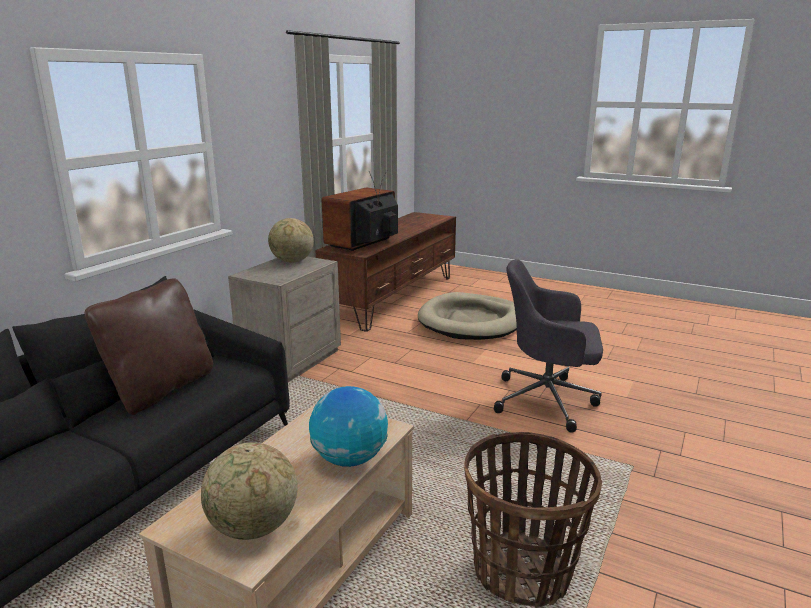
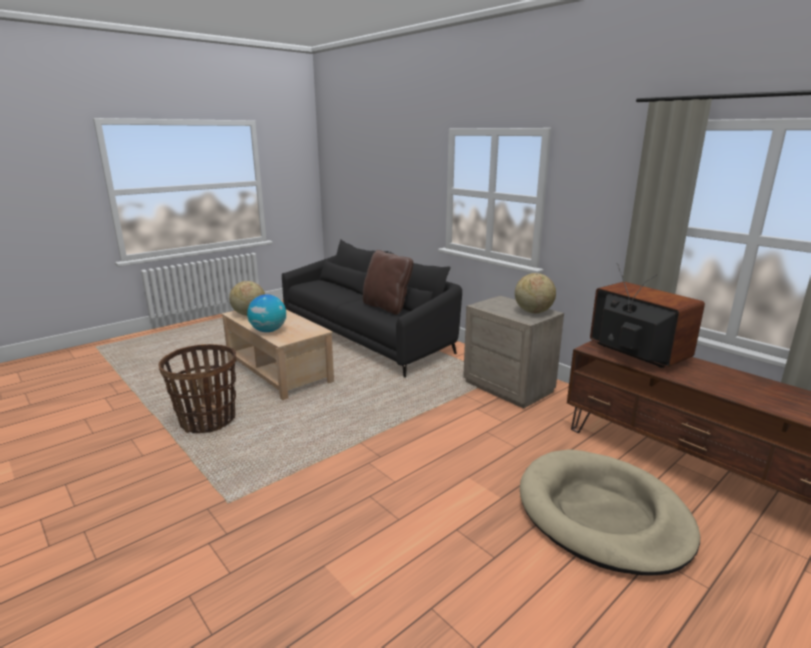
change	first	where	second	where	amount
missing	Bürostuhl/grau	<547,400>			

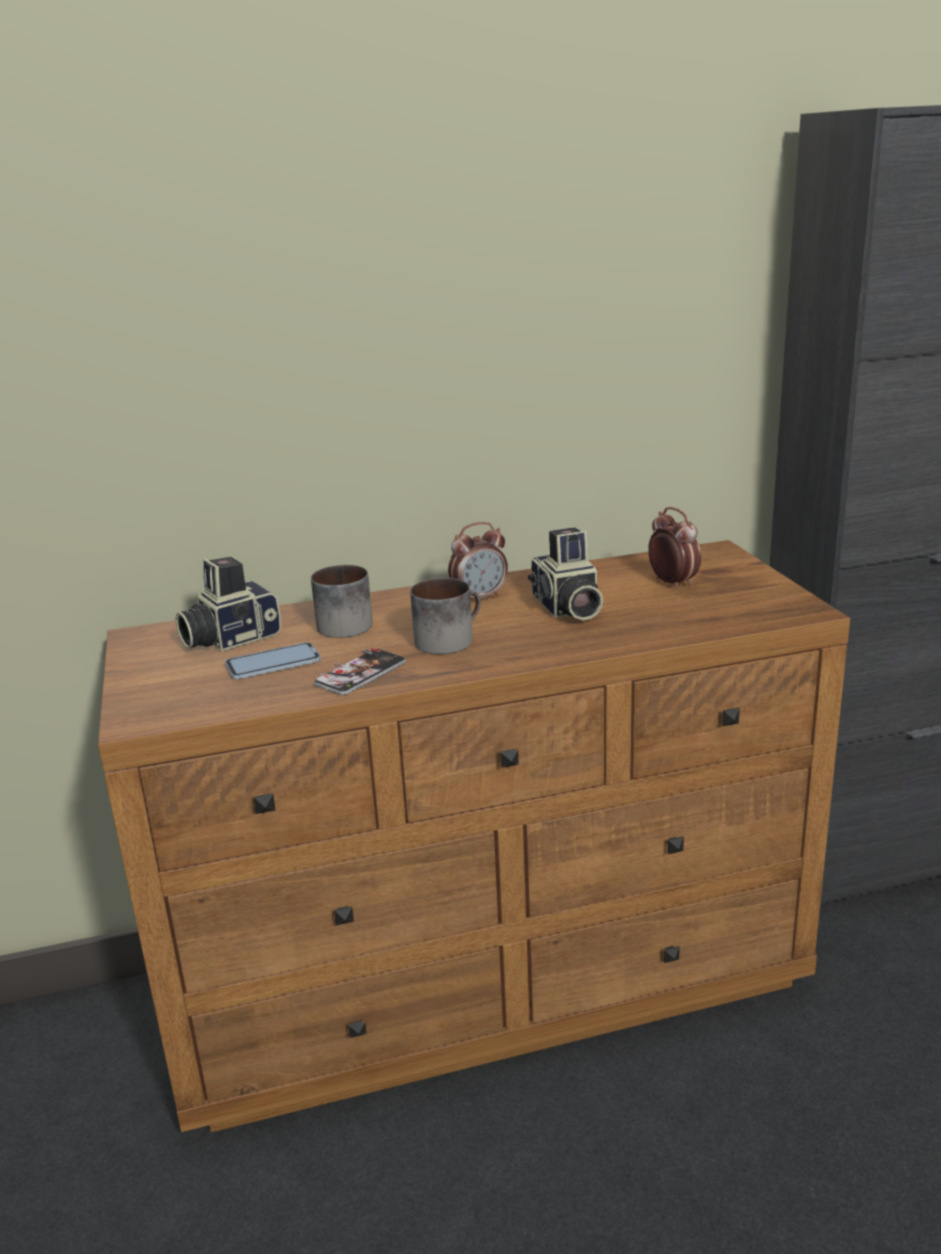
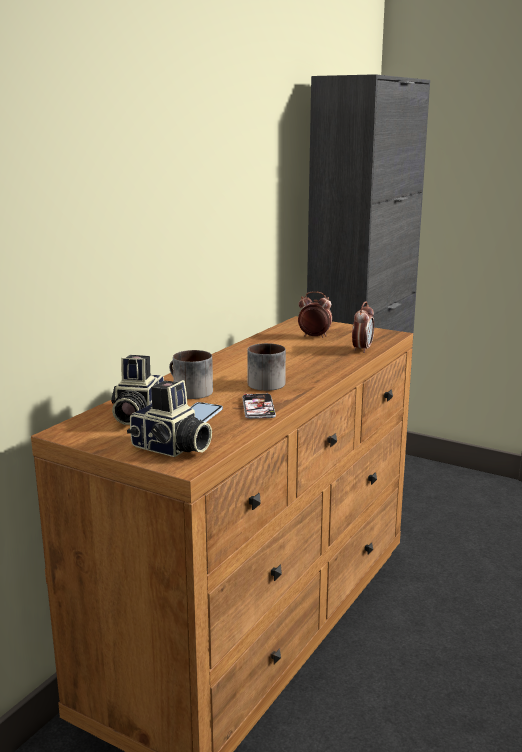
change	first	where	second	where	amount
relocated	Wecker	<479,598>		<362,349>	
relocated	Kamera	<566,608>		<171,448>	

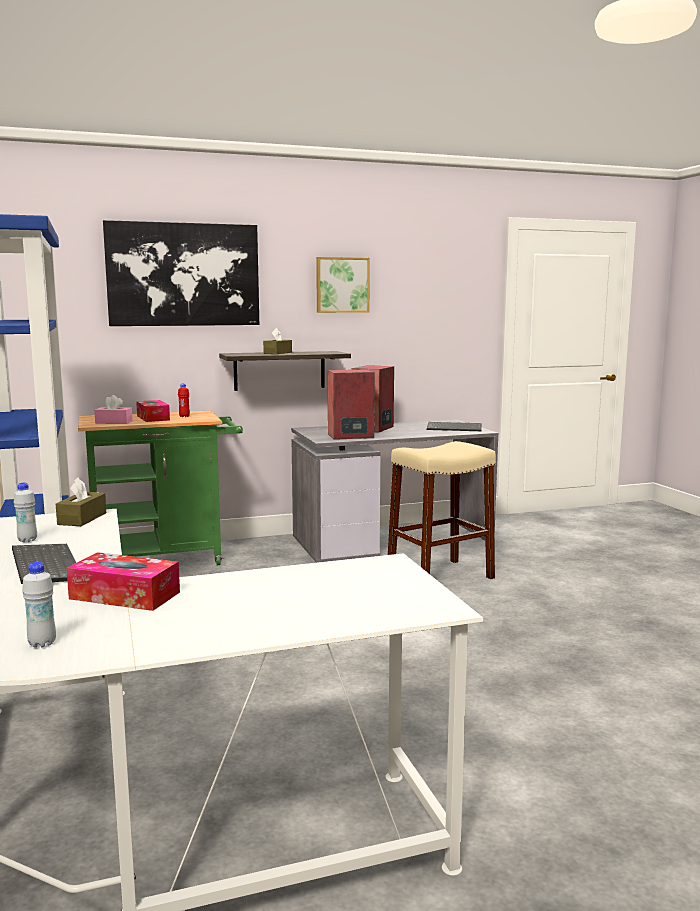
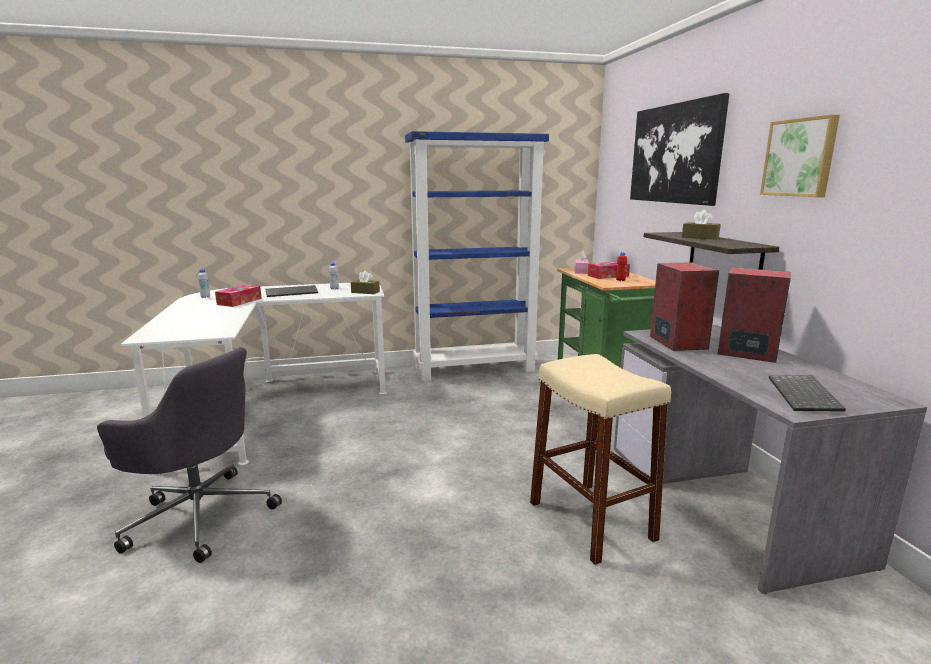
change	first	where	second	where	amount
appeared			Bürostuhl/grau	<200,515>	

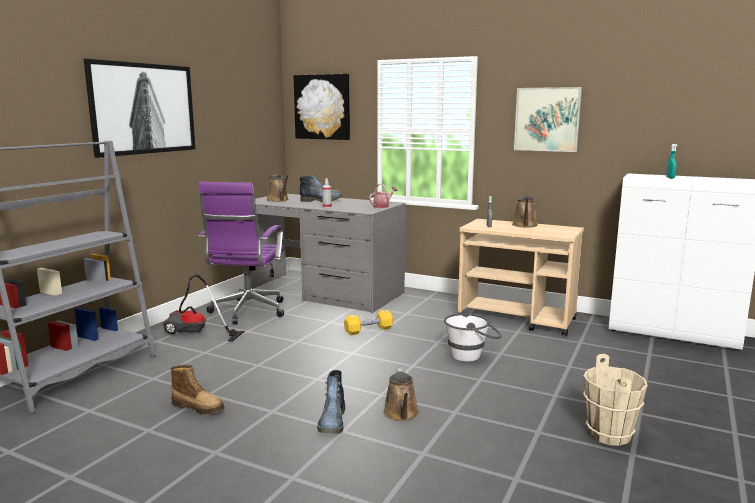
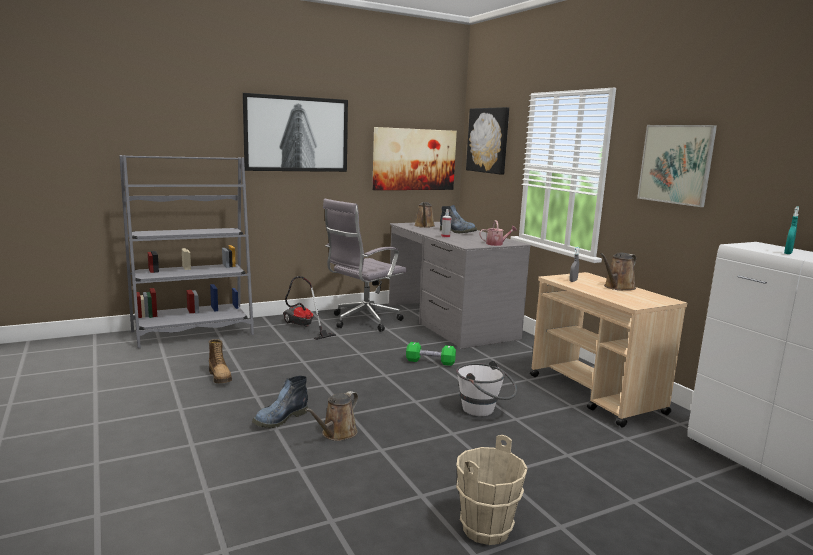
change	first	where	second	where	amount
appeared			Bild	<414,159>	
colour	Bürostuhl/lila	<247,312>	Bürostuhl/grau	<362,321>	
colour	Hantel/gelb	<368,330>	Hantel/grün	<430,362>	

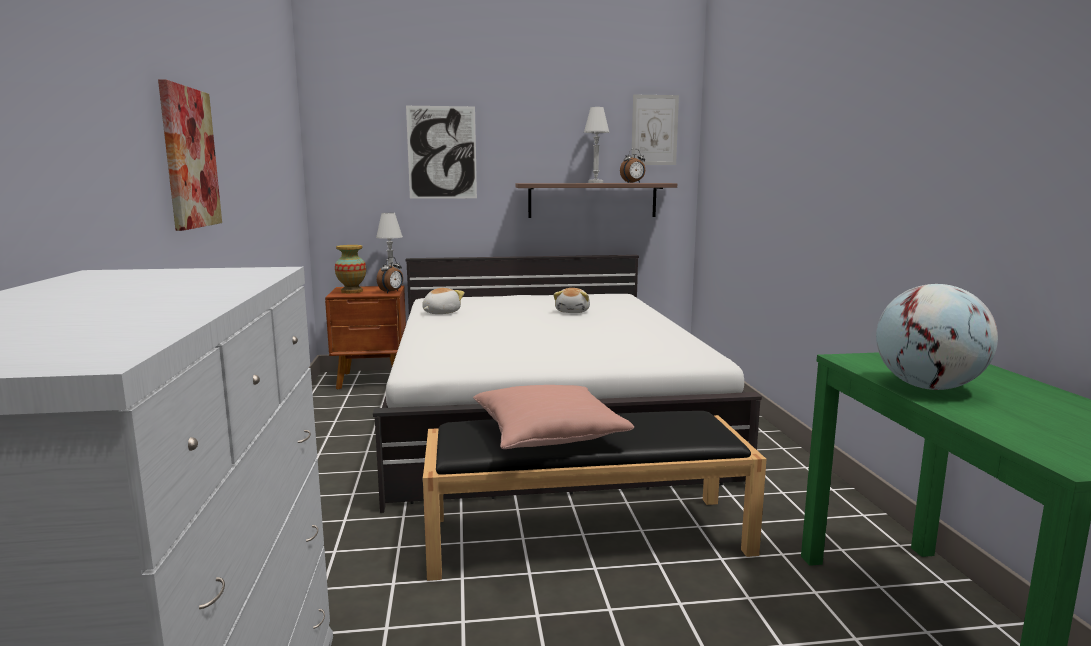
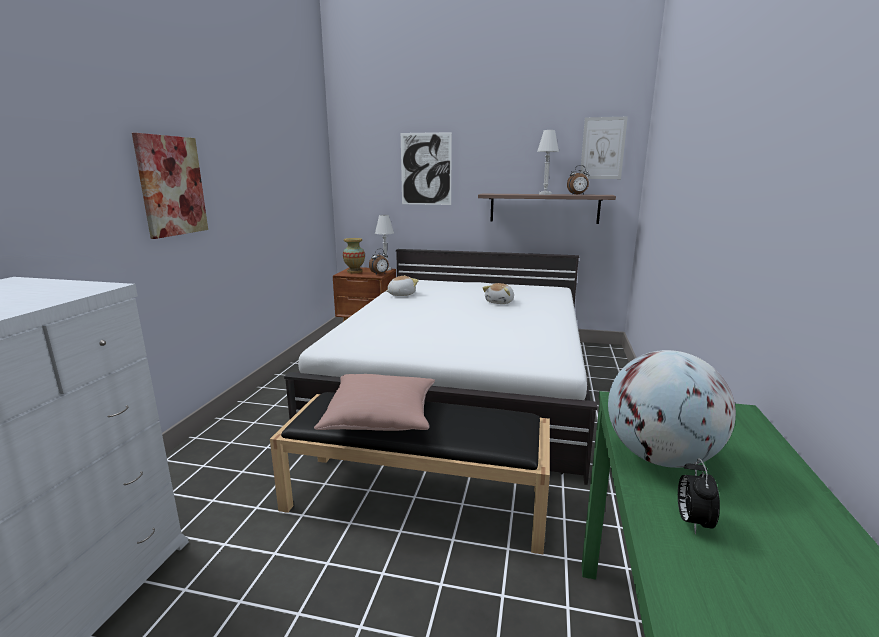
change	first	where	second	where	amount
appeared			Wecker	<692,522>	

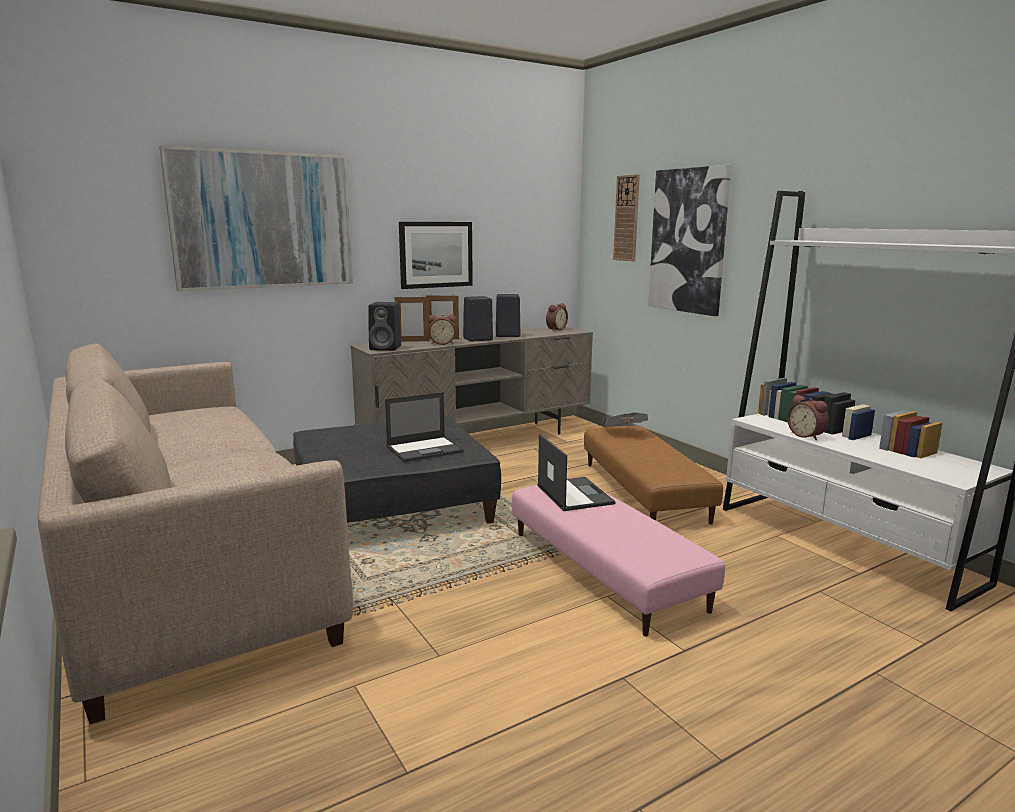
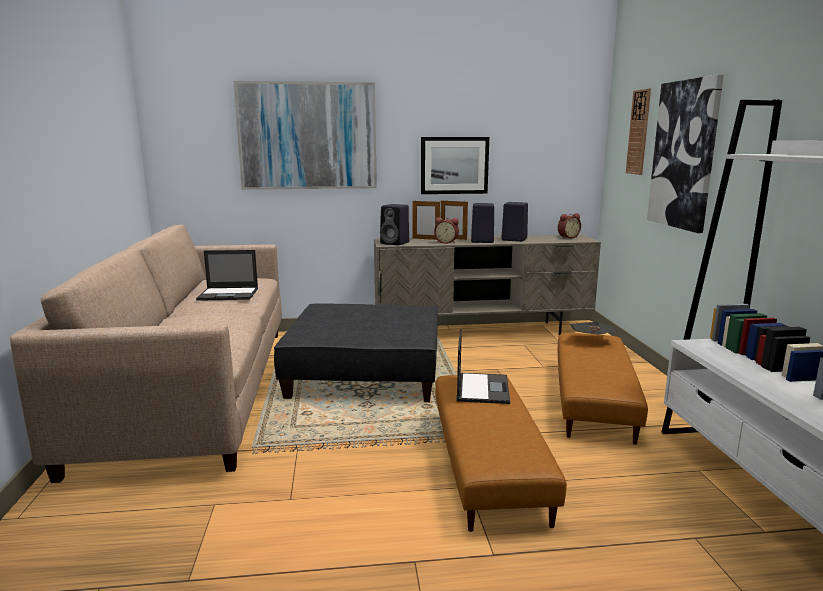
change	first	where	second	where	amount
missing	Wecker	<807,435>			
relocated	Laptop	<425,449>		<229,294>	
colour	Polsterhocker/rosa	<603,570>	Polsterhocker/braun	<486,463>	

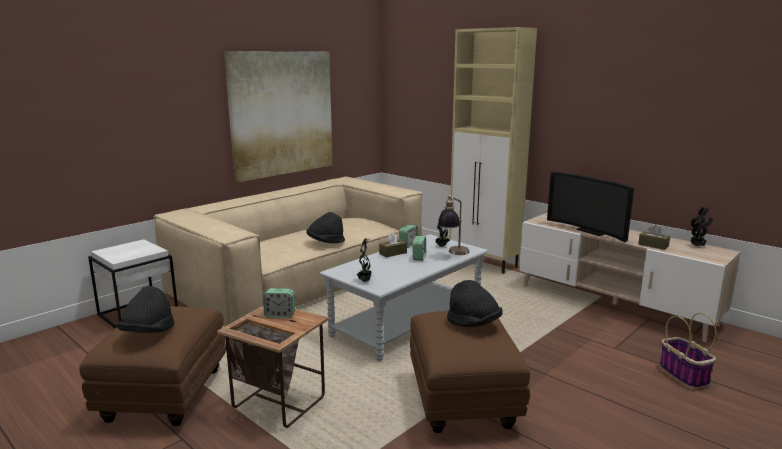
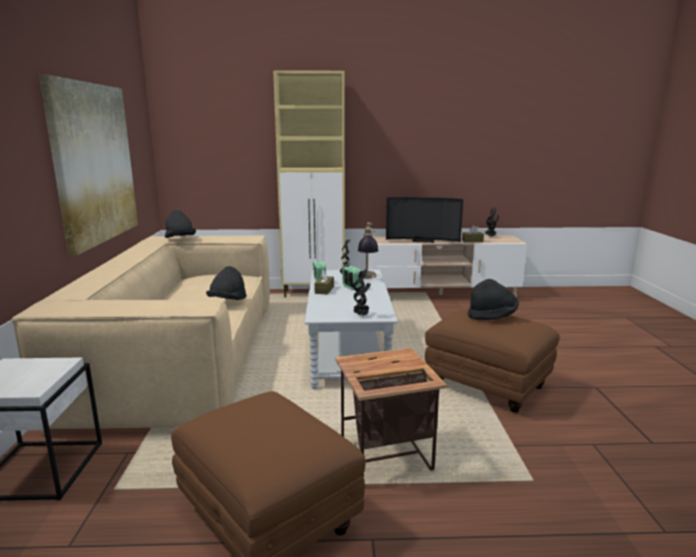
change	first	where	second	where	amount
missing	Wecker	<280,315>			
missing	Korb	<684,375>			
relocated	Hut/schwarz	<148,333>		<180,239>	

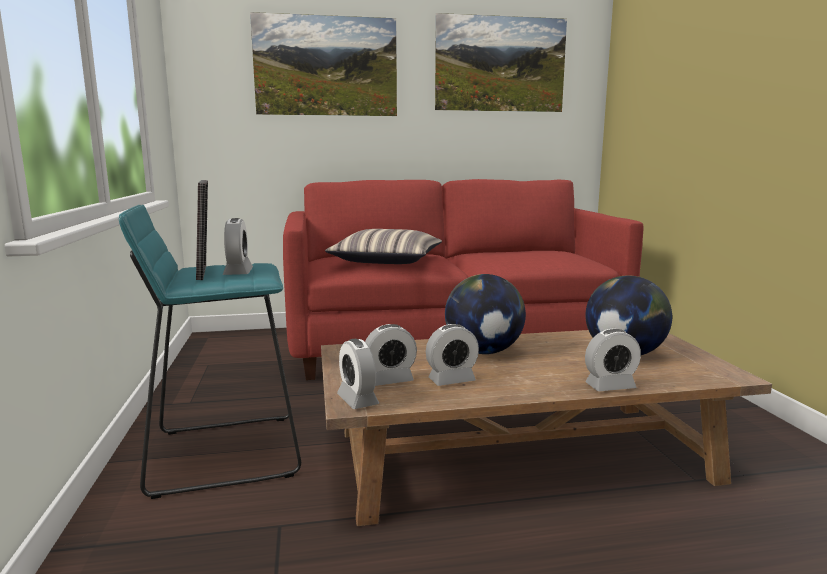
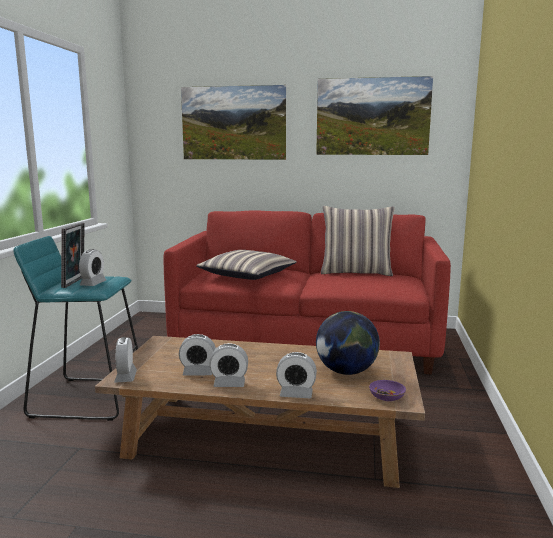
change	first	where	second	where	amount
missing	Globus	<484,352>			
appeared			Kissen	<356,272>	
appeared			Schüssel/lila	<386,397>	
relocated	Wecker	<390,380>		<229,384>	

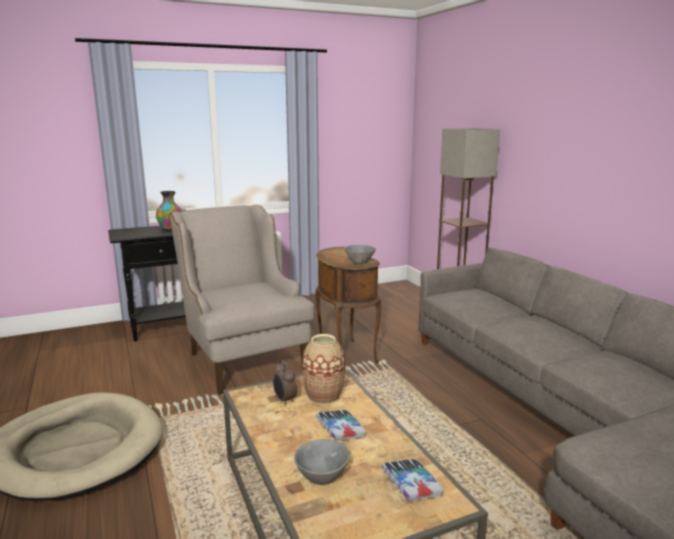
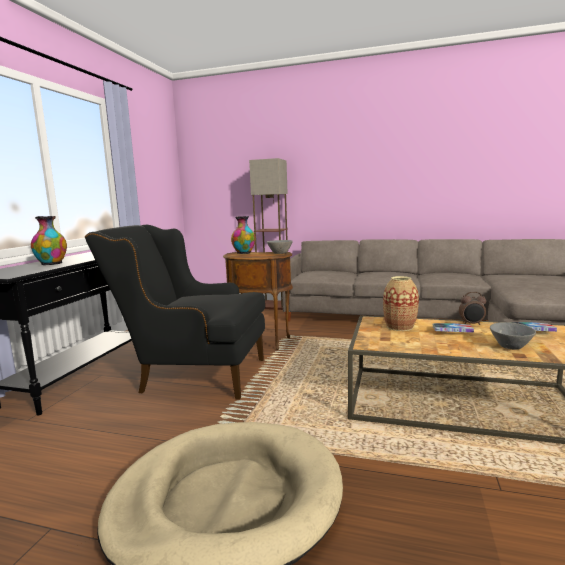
change	first	where	second	where	amount
appeared			Vase	<244,253>	
relocated	Wecker	<284,400>		<471,324>	
colour	Sessel/beige	<243,357>	Sessel/schwarz	<192,374>	

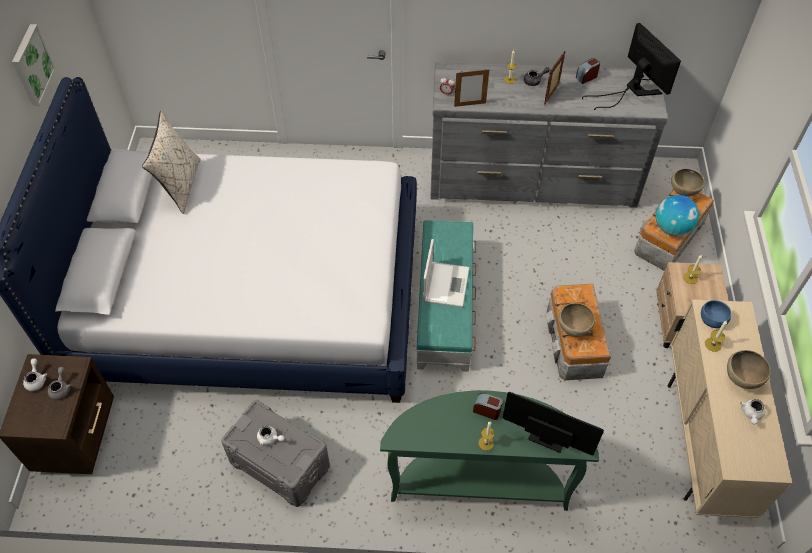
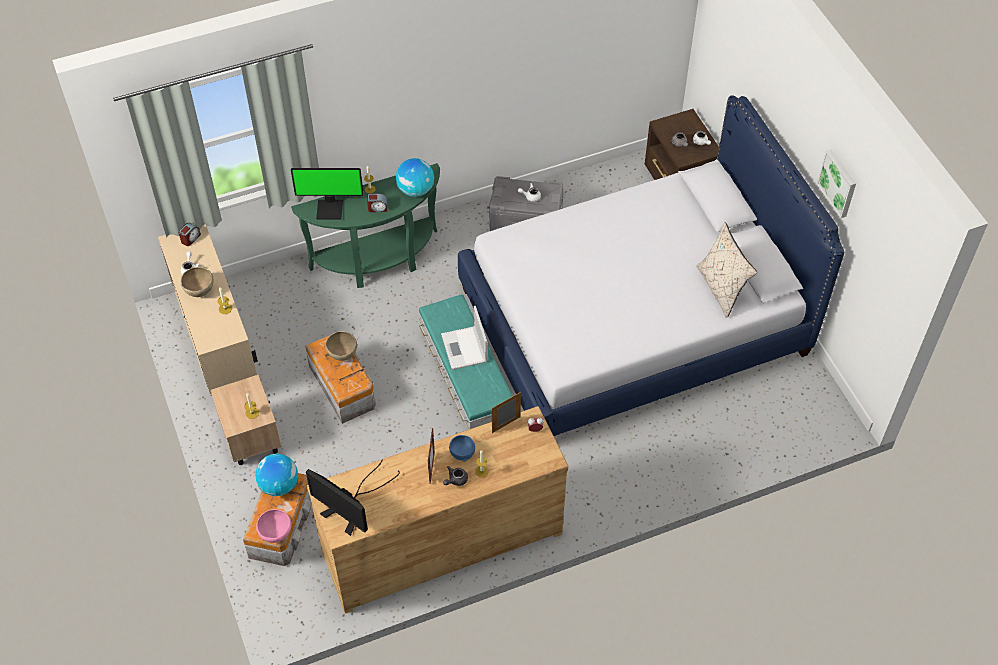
change	first	where	second	where	amount
appeared			Globus	<416,190>	
relocated	Wecker	<586,77>		<190,238>	
relocated	Schüssel/blau	<712,320>		<462,452>	
colour	Kommode/grau	<533,180>	Kommode/braun	<441,542>	
colour	Schüssel/braun	<683,192>	Schüssel/rosa	<276,533>	

